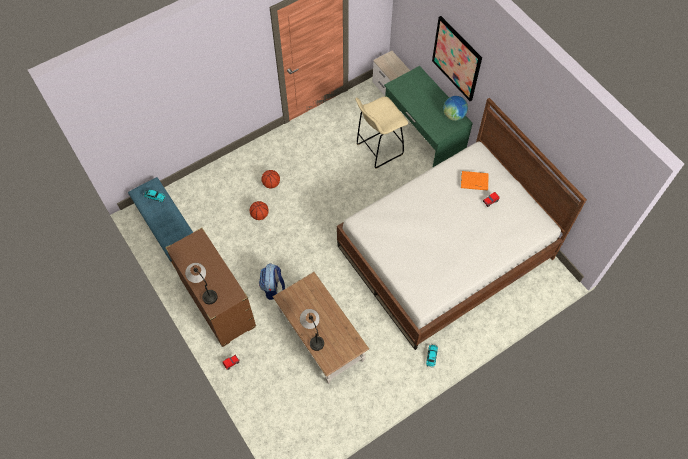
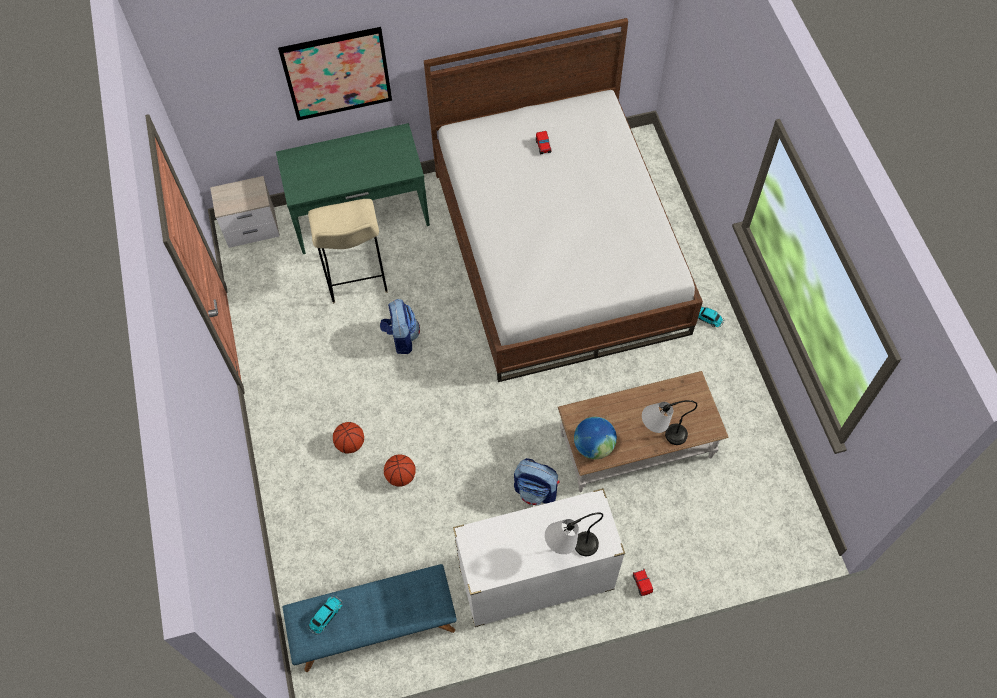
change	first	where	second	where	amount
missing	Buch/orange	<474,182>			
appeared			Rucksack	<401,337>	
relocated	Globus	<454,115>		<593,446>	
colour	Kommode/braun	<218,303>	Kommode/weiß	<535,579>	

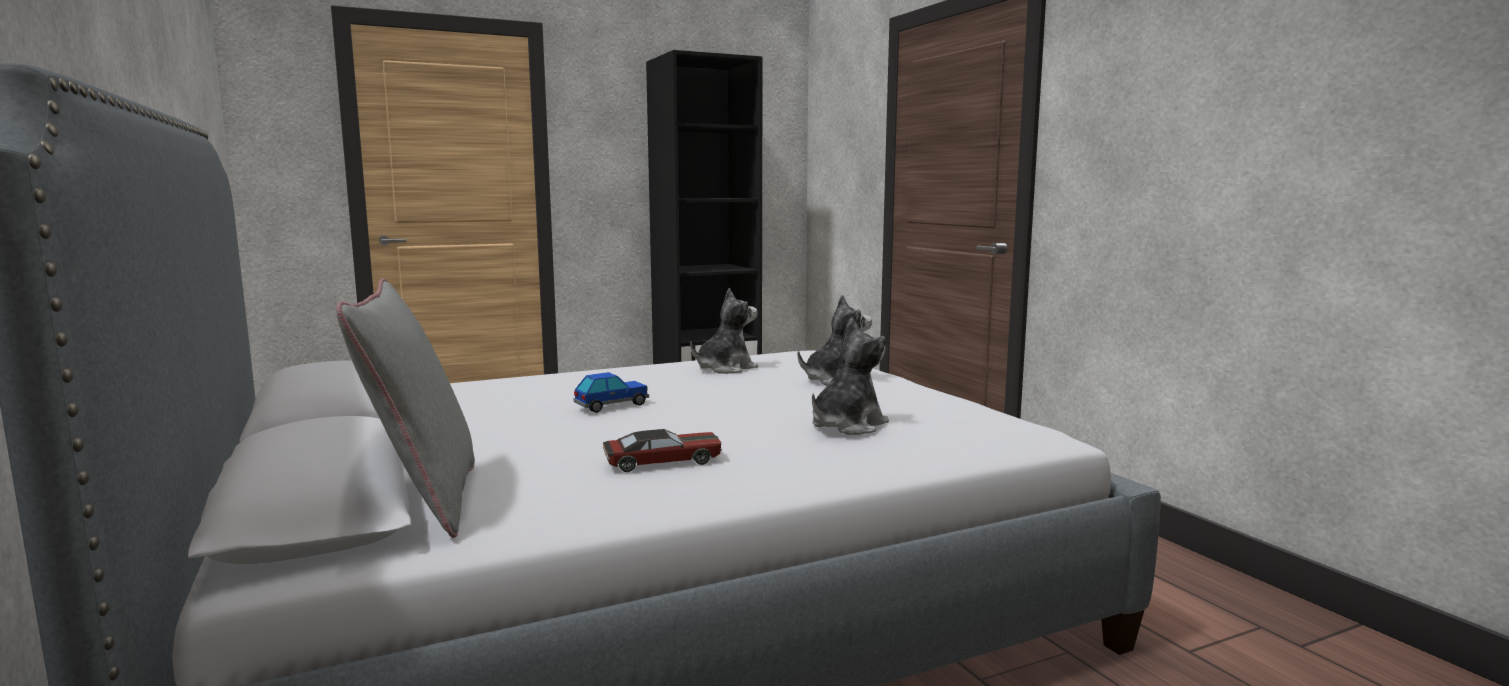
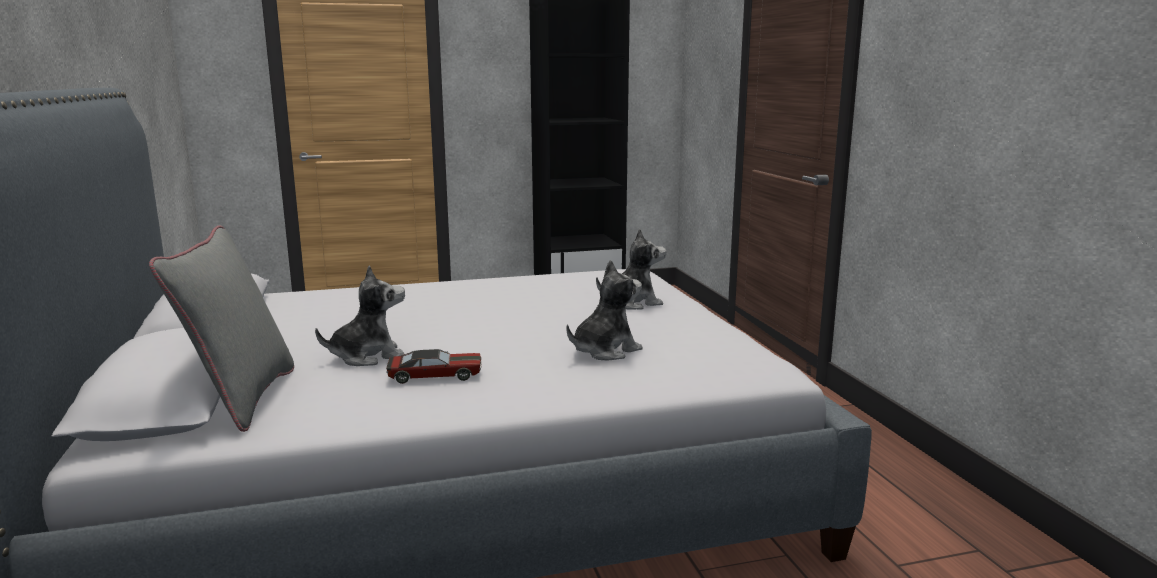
change	first	where	second	where	amount
missing	Spielzeugauto	<612,406>			
relocated	Plüschtier	<725,368>		<367,356>	

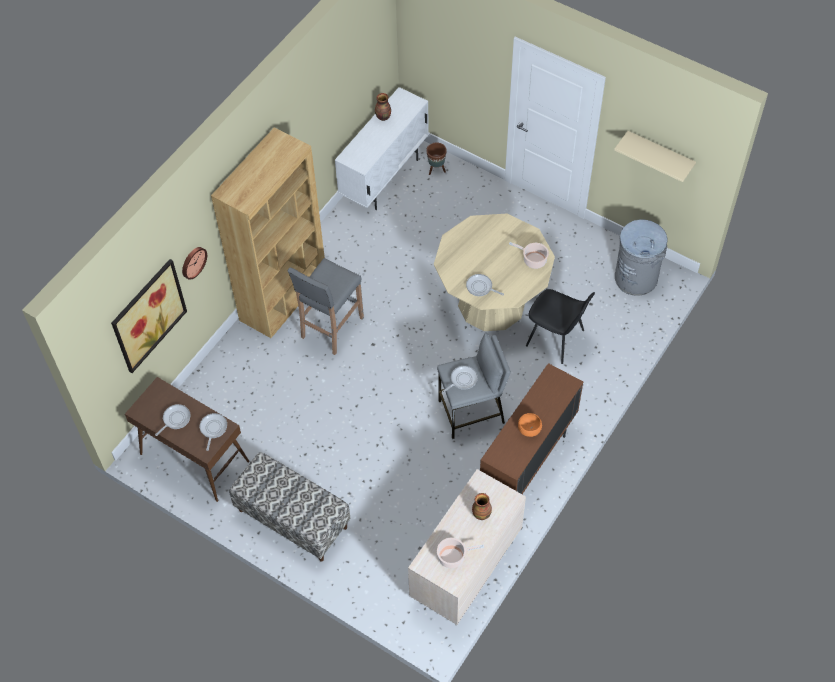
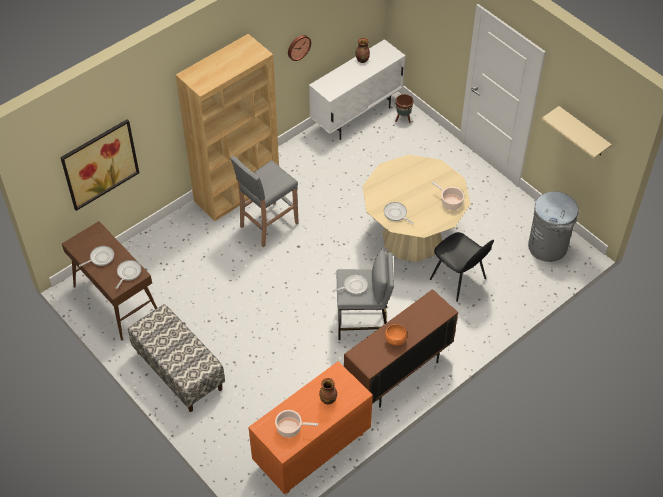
change	first	where	second	where	amount
relocated	Wanduhr	<193,262>		<298,47>	
colour	Kommode/beige	<466,568>	Kommode/orange	<311,450>	

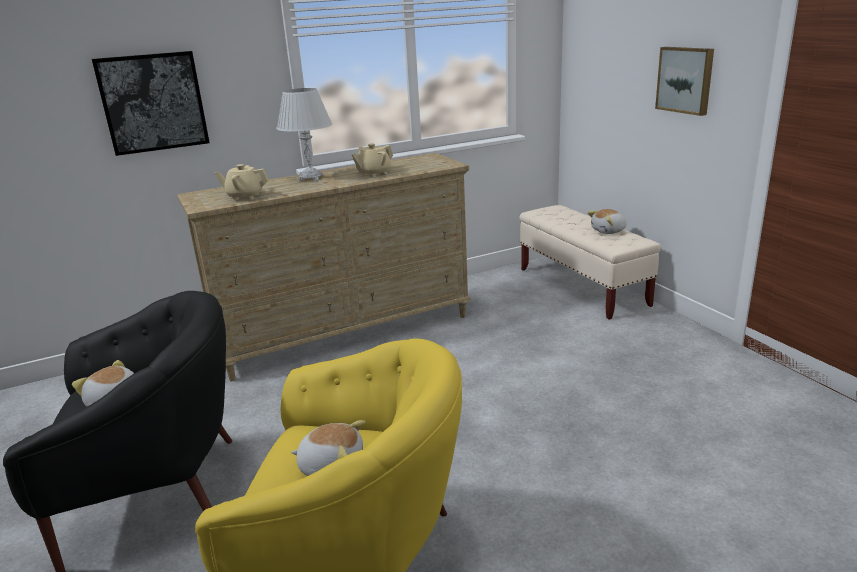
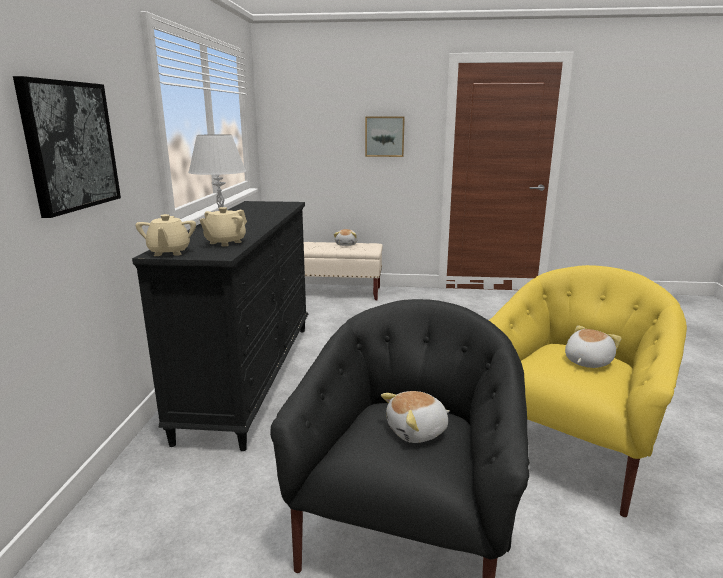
change	first	where	second	where	amount
relocated	Teekanne/beige	<373,174>		<169,252>	
colour	Kommode/beige	<347,333>	Kommode/schwarz	<251,376>	

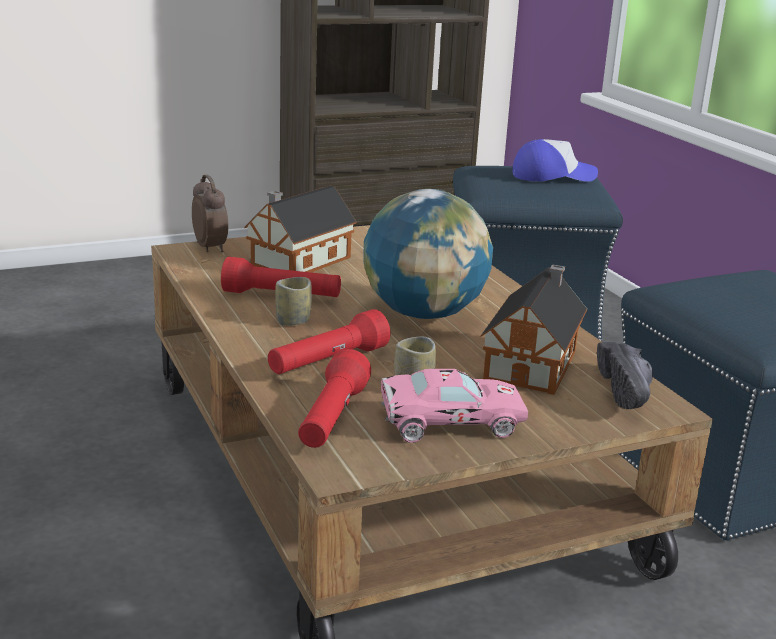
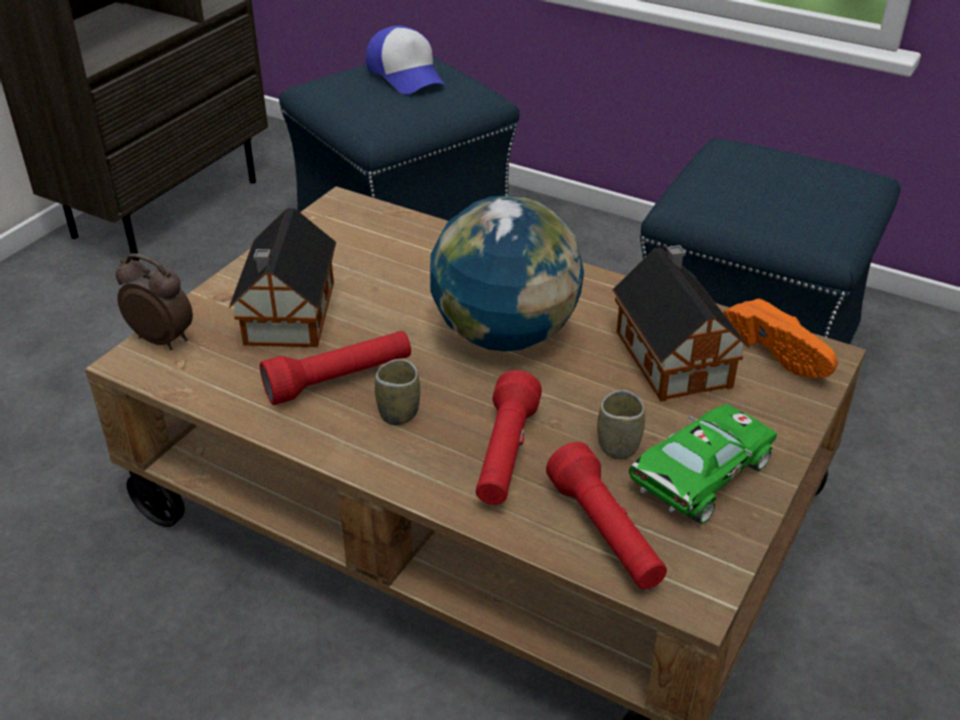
change	first	where	second	where	amount
colour	Spielzeugauto/rosa	<445,422>	Spielzeugauto/grün	<698,477>	
colour	Schuh/schwarz	<630,392>	Schuh/orange	<781,351>	
spun	Kappe	<552,176>		<406,75>	105 degrees clockwise

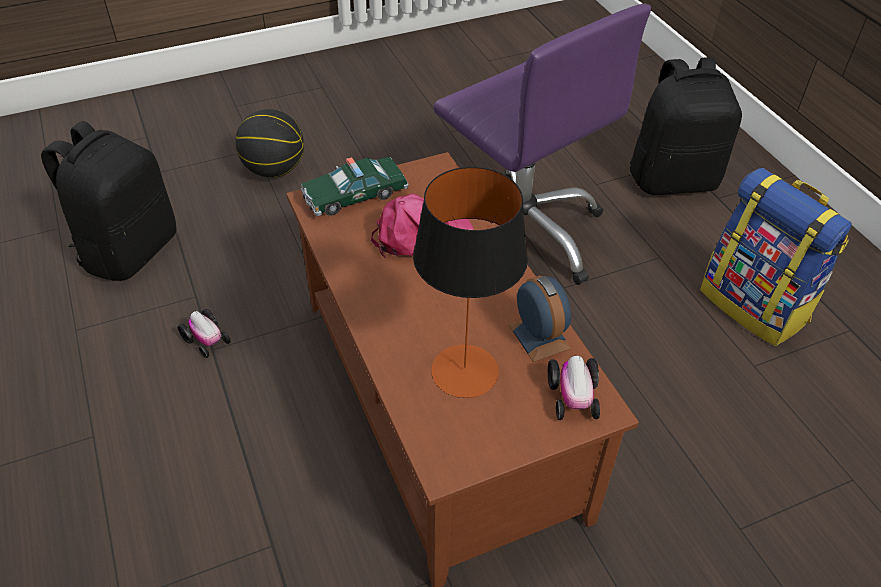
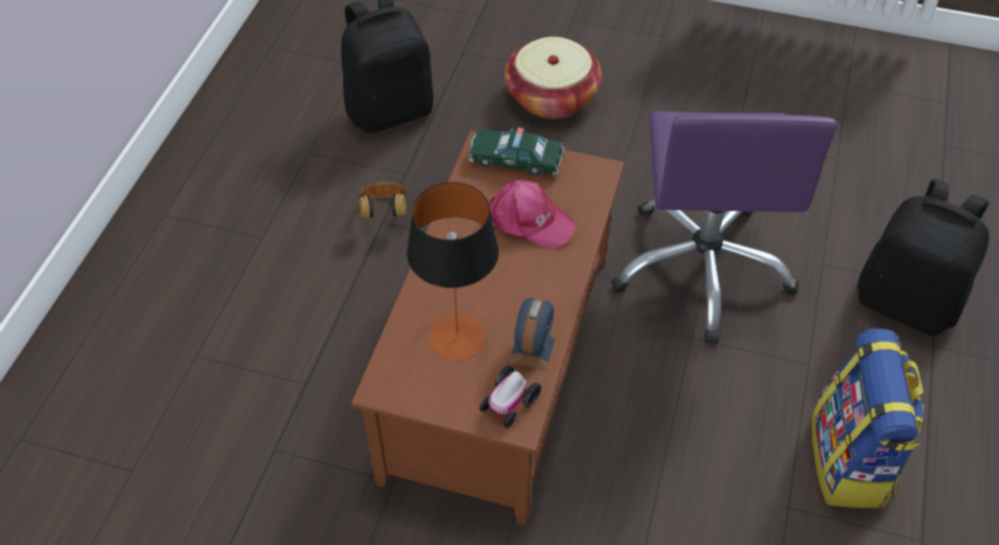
change	first	where	second	where	amount
exchanged	Spielzeugauto	<207,340>	Kopfhörer	<384,212>	
exchanged	Basketball	<274,169>	Korb	<552,97>	

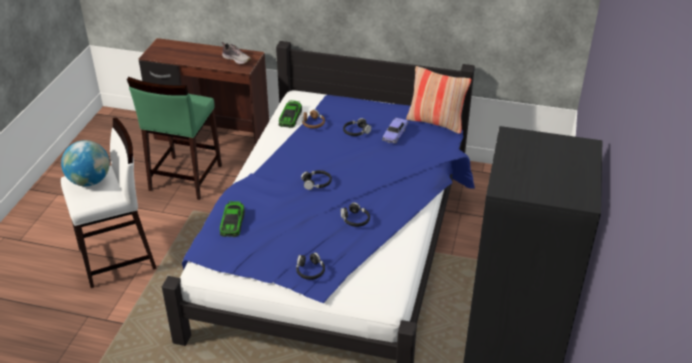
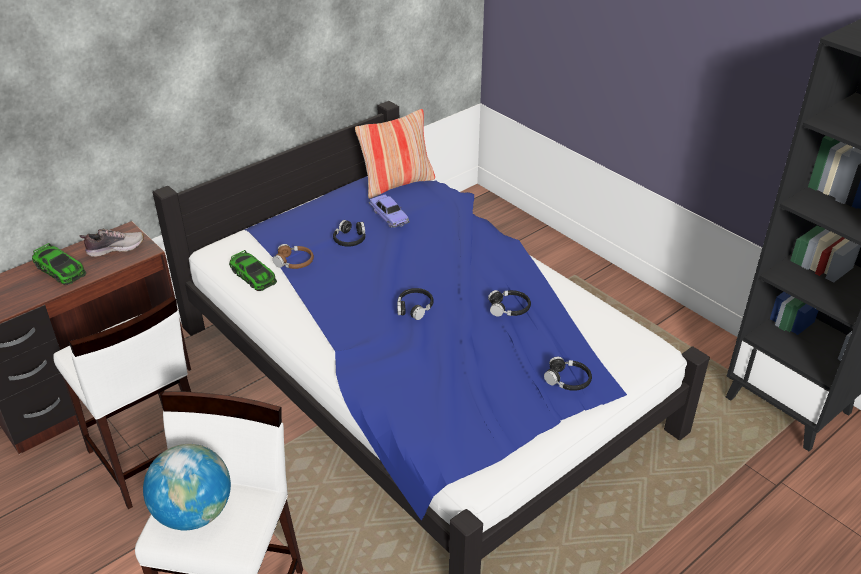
change	first	where	second	where	amount
relocated	Spielzeugauto	<232,223>		<60,269>	
colour	Hocker/grün	<184,178>	Hocker/weiß	<148,458>	

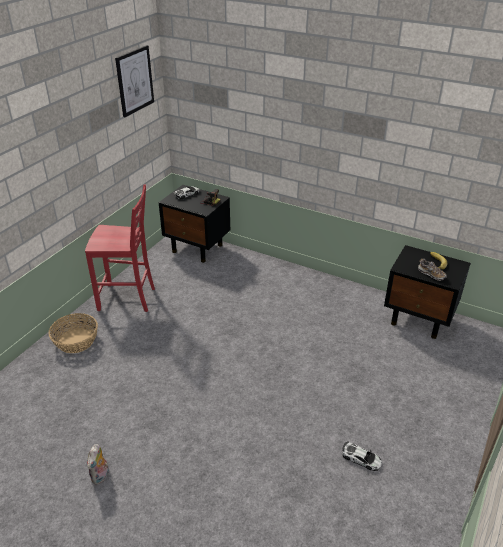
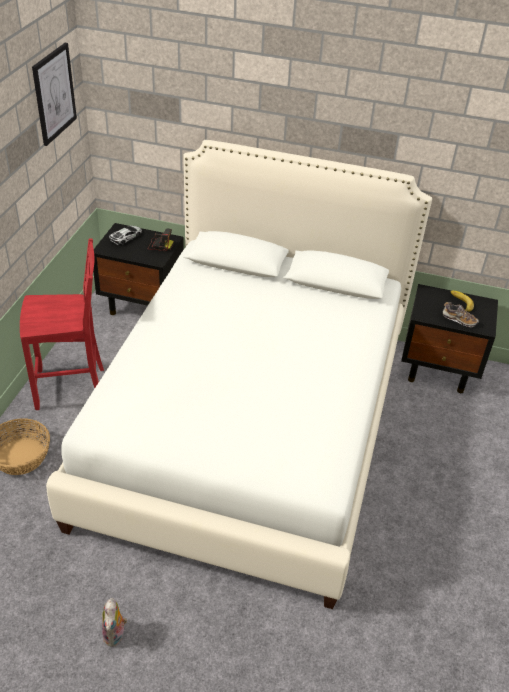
change	first	where	second	where	amount
missing	Spielzeugauto	<361,459>			
appeared			Bett/weiß	<250,425>	

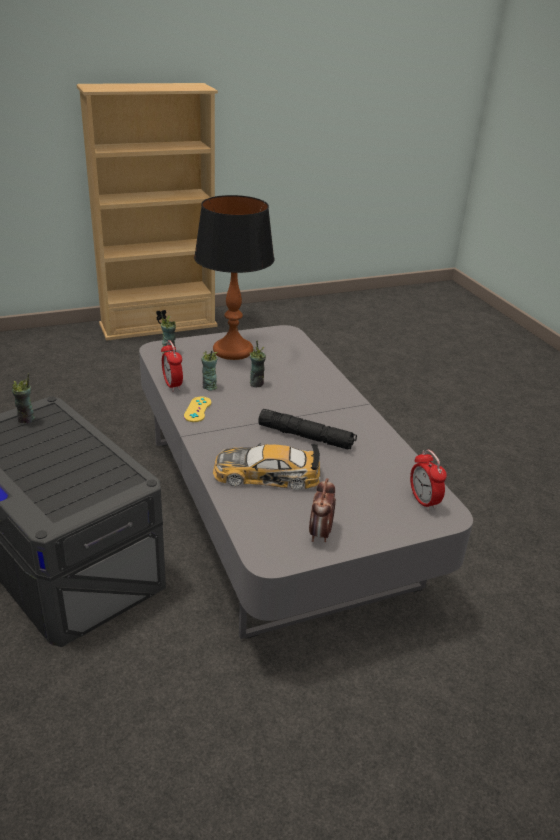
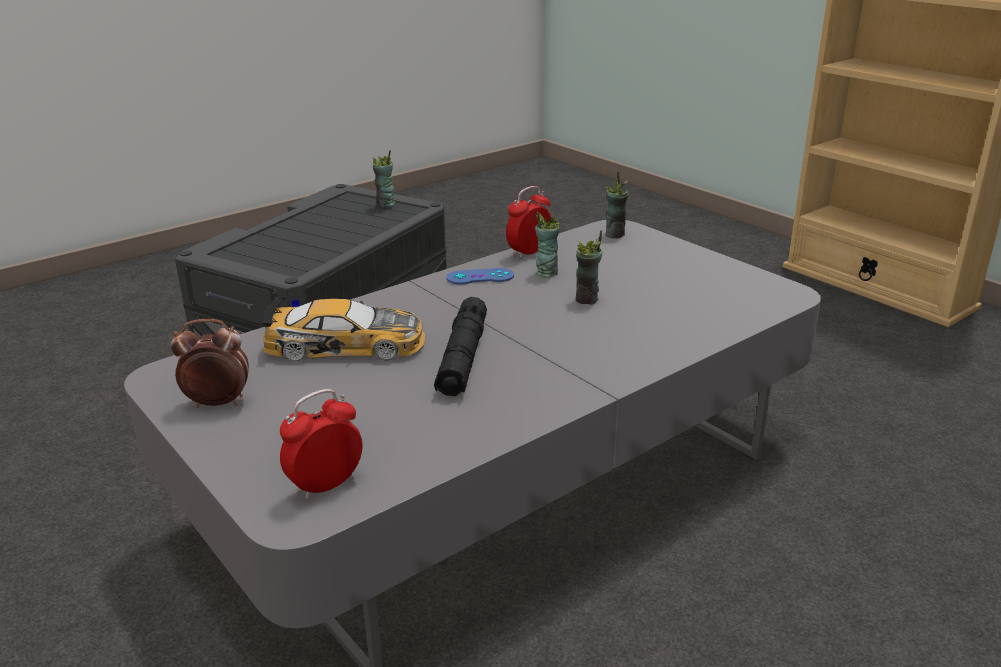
change	first	where	second	where	amount
missing	Tischlampe	<233,351>			
colour	Gamepad/gelb	<197,409>	Gamepad/blau	<480,277>	
spun	Spielzeugauto	<266,474>		<346,345>	105 degrees clockwise

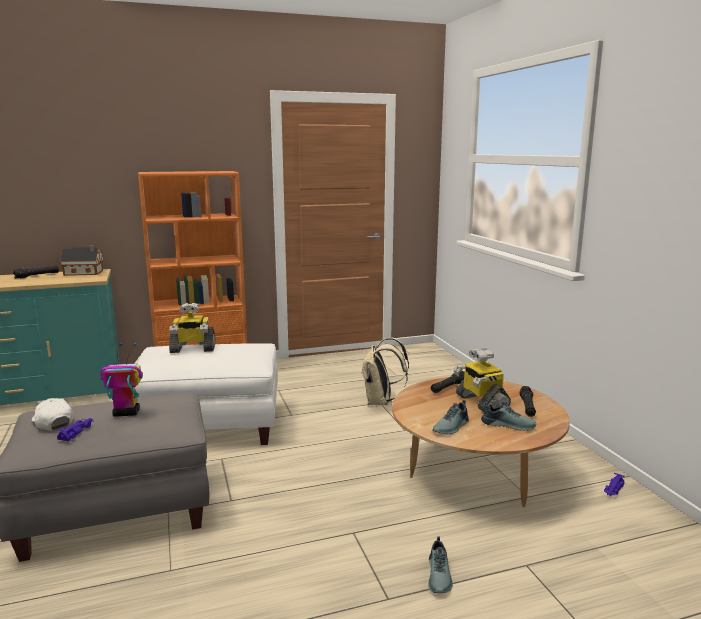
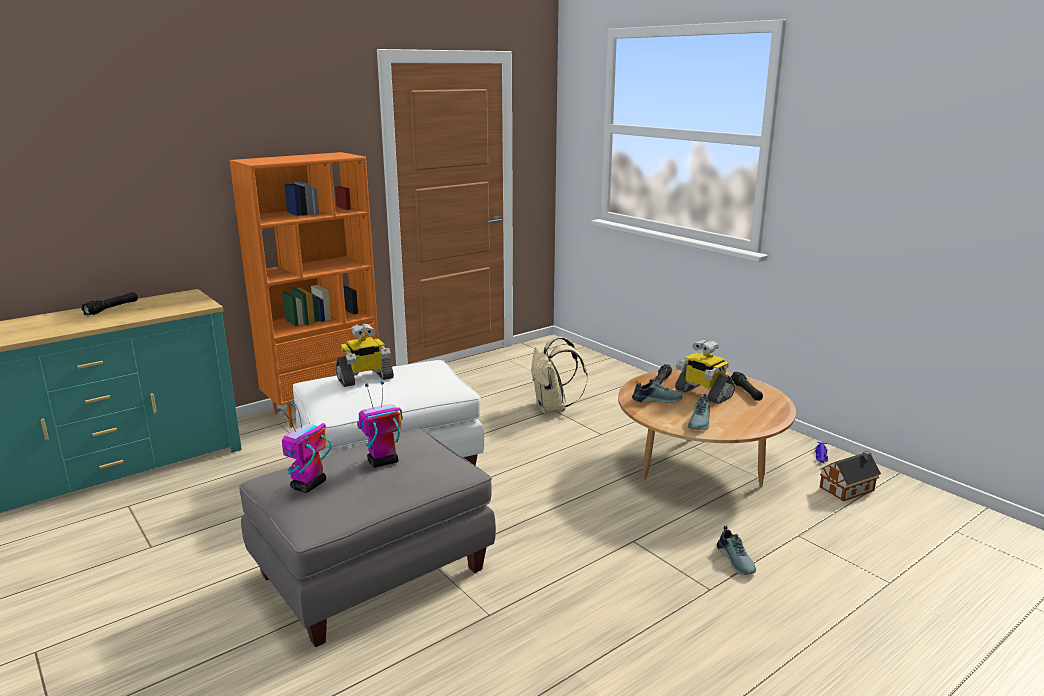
change	first	where	second	where	amount
missing	Spielzeugauto/lila	<77,431>			
relocated	Spielzeughaus	<85,273>		<849,488>	
relocated	Schuh	<508,424>		<656,399>	
exchanged	Kappe/weiß	<52,422>	Spielzeugroboter	<308,486>	

